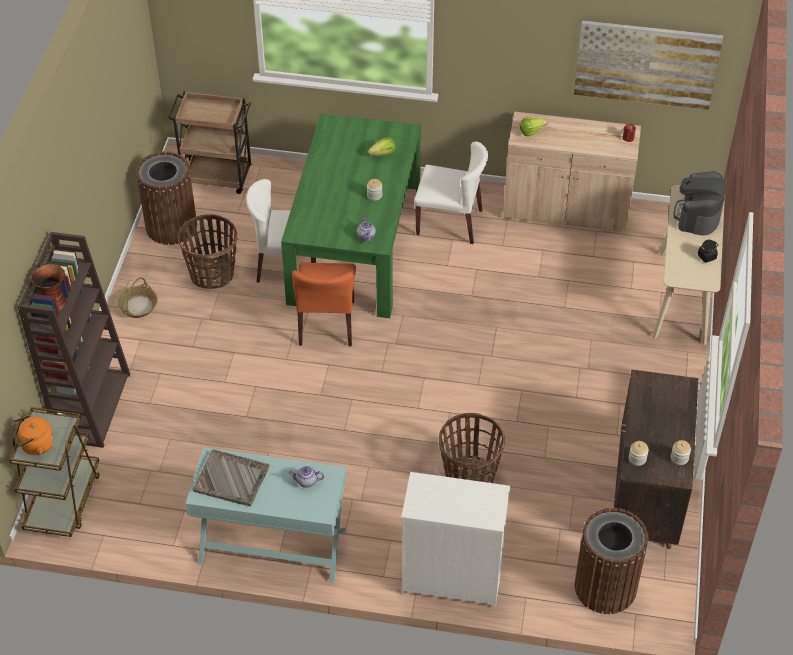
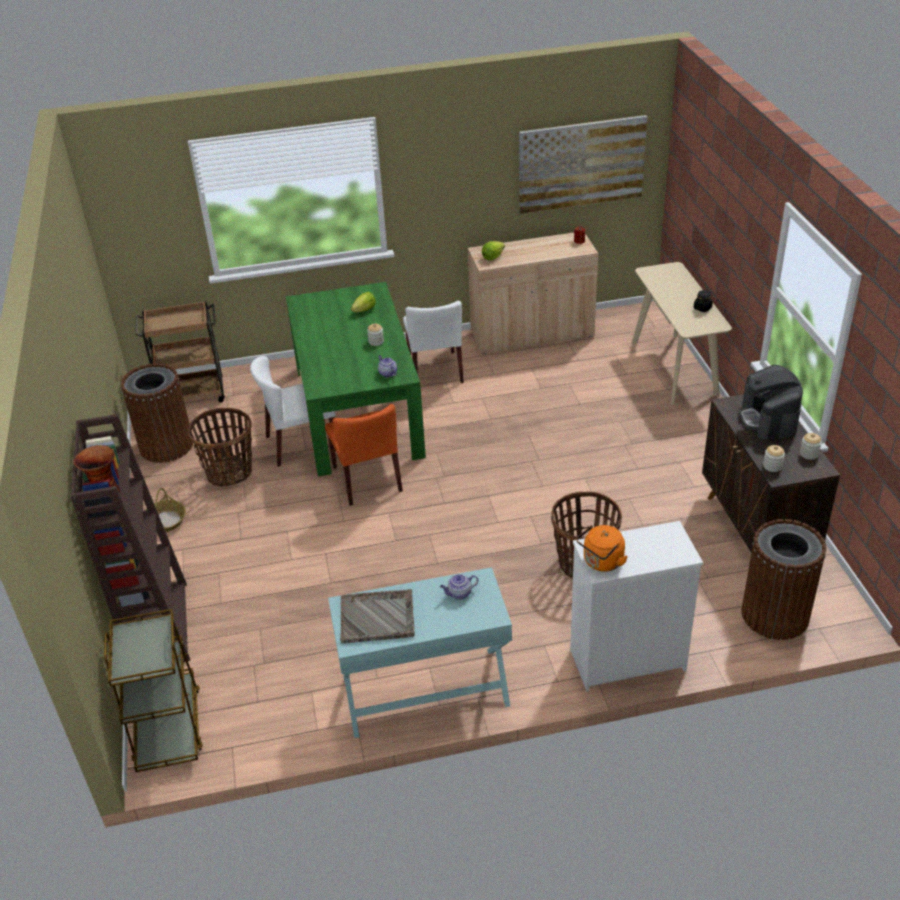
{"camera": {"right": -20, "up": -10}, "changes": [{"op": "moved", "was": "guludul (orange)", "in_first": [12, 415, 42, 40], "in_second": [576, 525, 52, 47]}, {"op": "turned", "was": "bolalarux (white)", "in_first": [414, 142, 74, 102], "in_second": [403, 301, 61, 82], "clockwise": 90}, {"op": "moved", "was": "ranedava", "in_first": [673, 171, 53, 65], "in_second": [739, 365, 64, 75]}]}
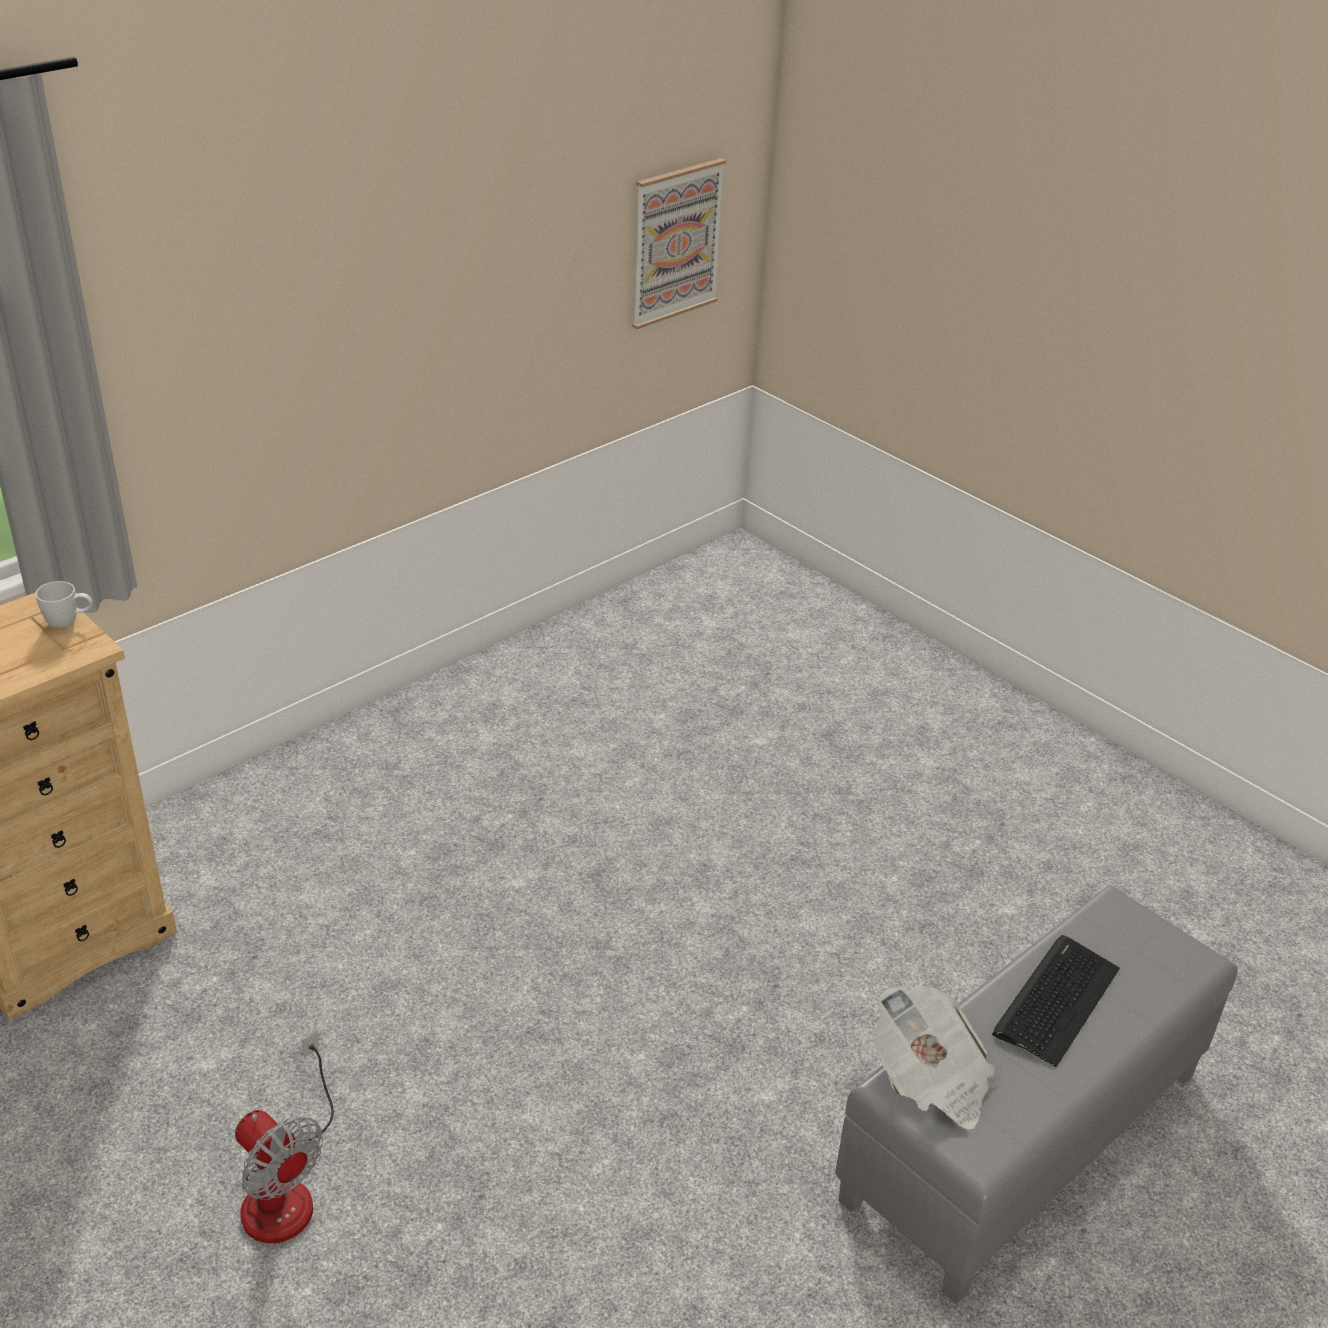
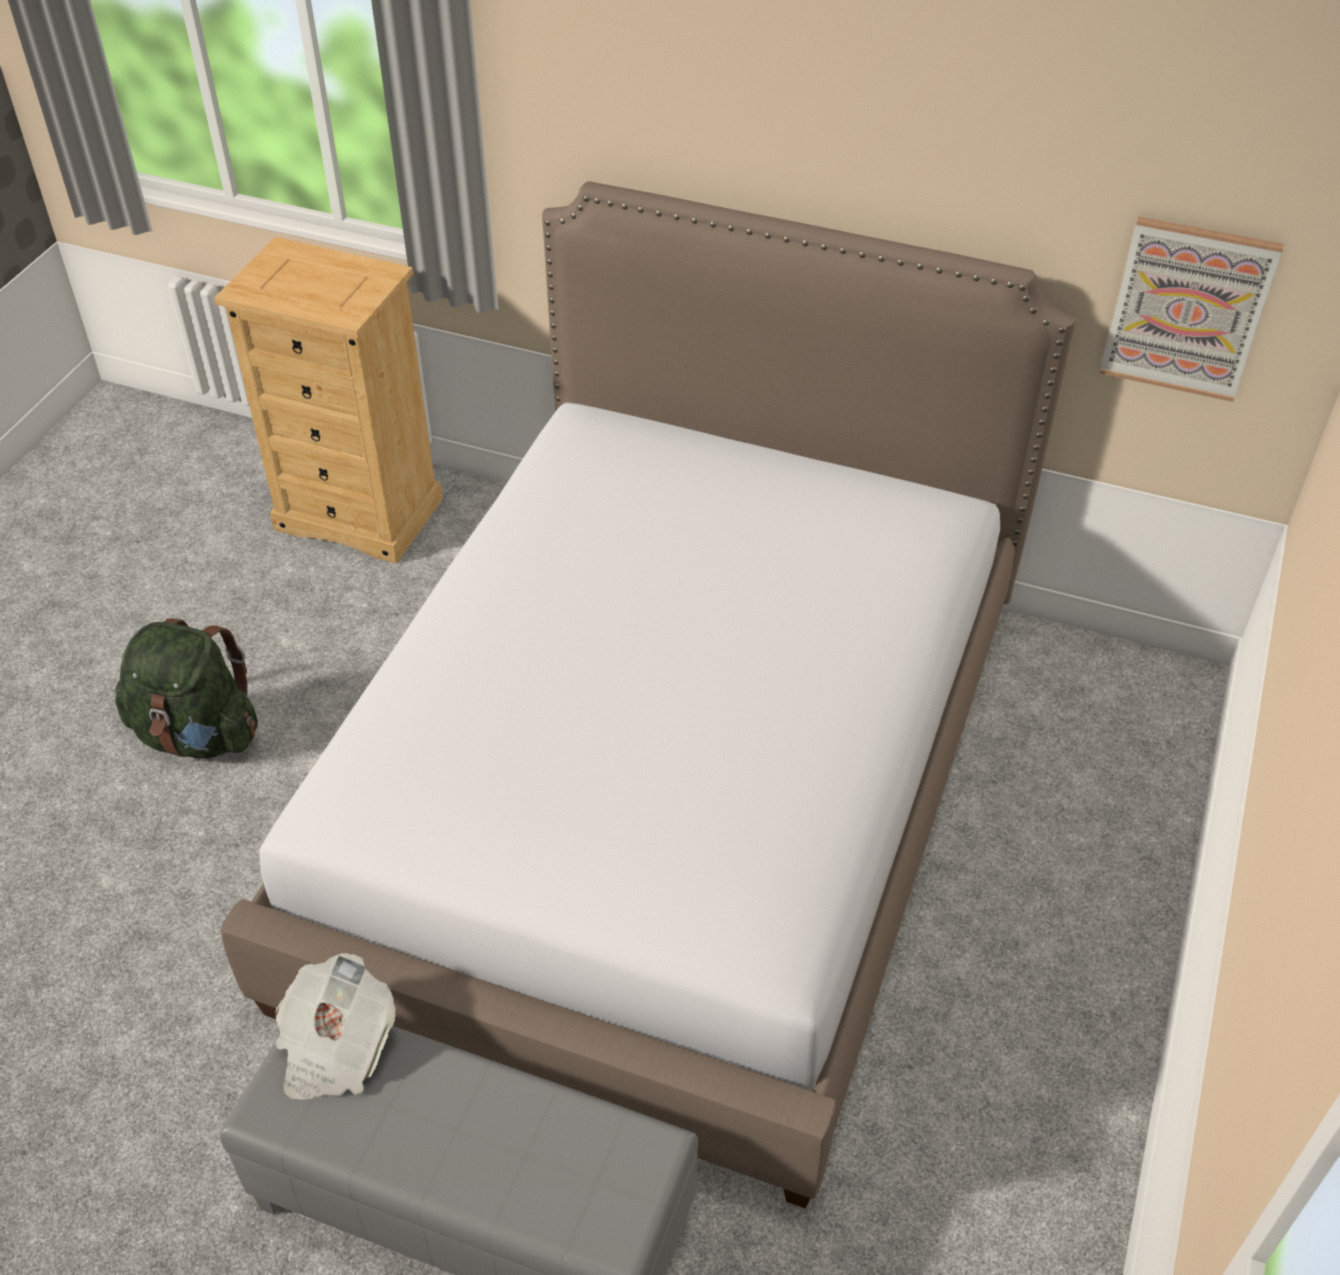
{"camera": {"right": 65, "up": 10}, "changes": [{"op": "removed", "was": "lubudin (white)", "in_first": [35, 581, 57, 47]}, {"op": "replaced", "was": "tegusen", "now": "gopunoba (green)", "in_first": [235, 1031, 99, 212], "in_second": [115, 618, 143, 141]}, {"op": "removed", "was": "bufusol", "in_first": [992, 935, 128, 132]}, {"op": "added", "now": "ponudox", "in_second": [221, 181, 855, 1028]}]}
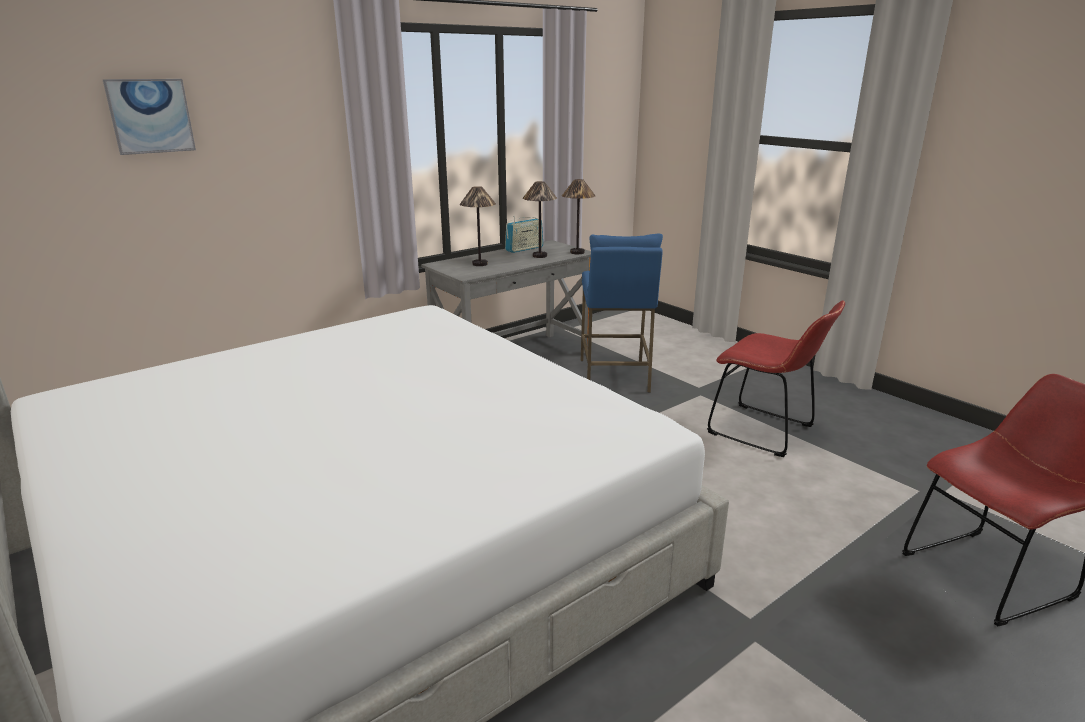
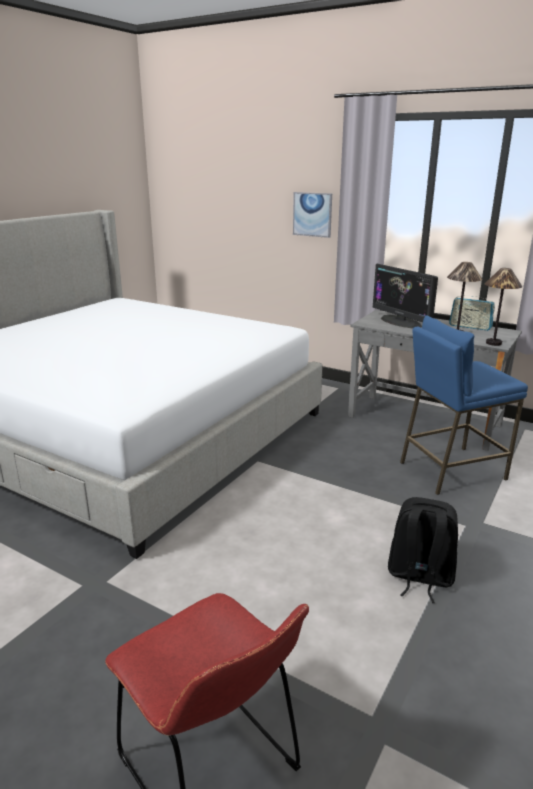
{"camera": {"right": 70, "up": 0}, "changes": [{"op": "moved", "was": "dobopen", "in_first": [103, 79, 93, 76], "in_second": [293, 192, 39, 46]}, {"op": "replaced", "was": "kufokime", "now": "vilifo", "in_first": [460, 186, 36, 80], "in_second": [373, 264, 65, 65]}, {"op": "replaced", "was": "bolalarux (red)", "now": "gopunoba (black)", "in_first": [707, 301, 138, 156], "in_second": [388, 497, 70, 106]}]}
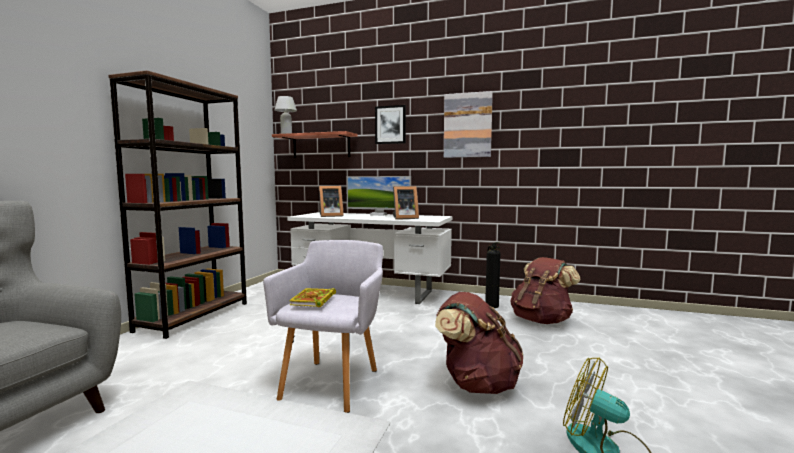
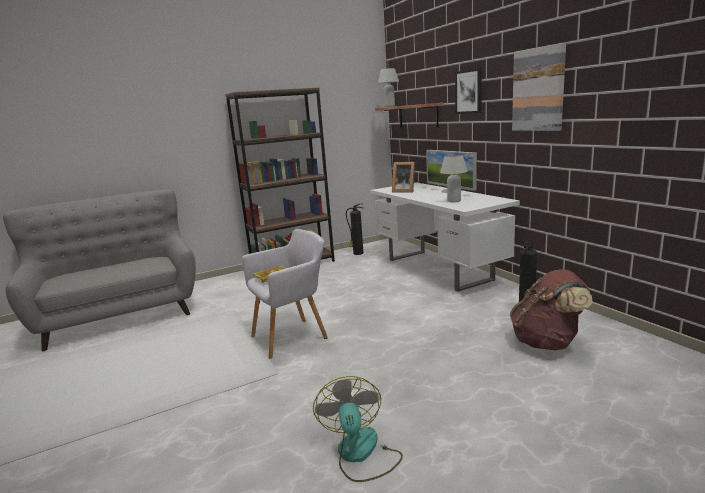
{"camera": {"right": 45, "up": 10}, "changes": [{"op": "replaced", "was": "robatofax", "now": "kufokime (white)", "in_first": [392, 186, 27, 33], "in_second": [440, 155, 28, 47]}, {"op": "removed", "was": "gopunoba (brown)", "in_first": [435, 292, 88, 102]}, {"op": "added", "now": "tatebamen", "in_second": [346, 203, 17, 52]}]}
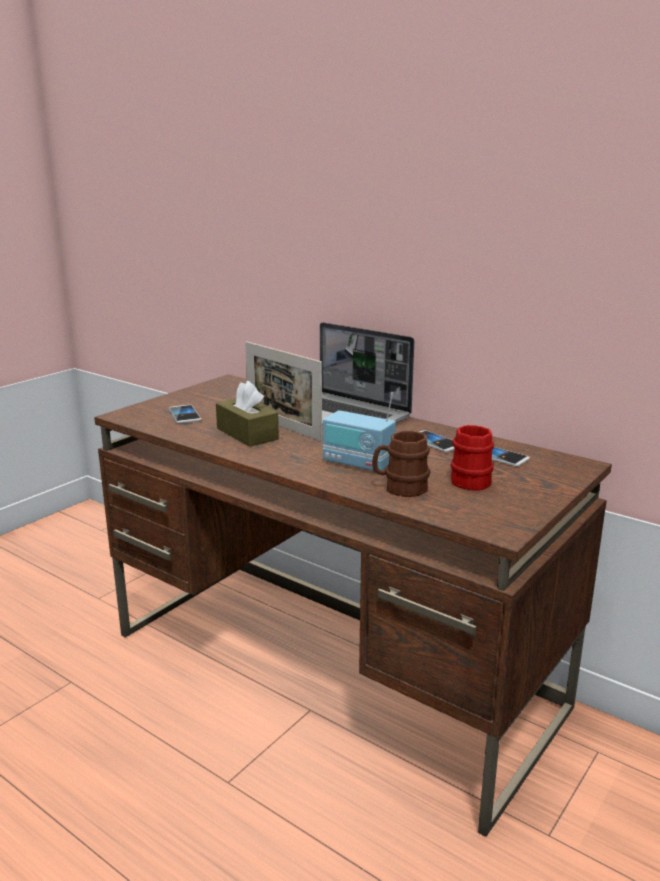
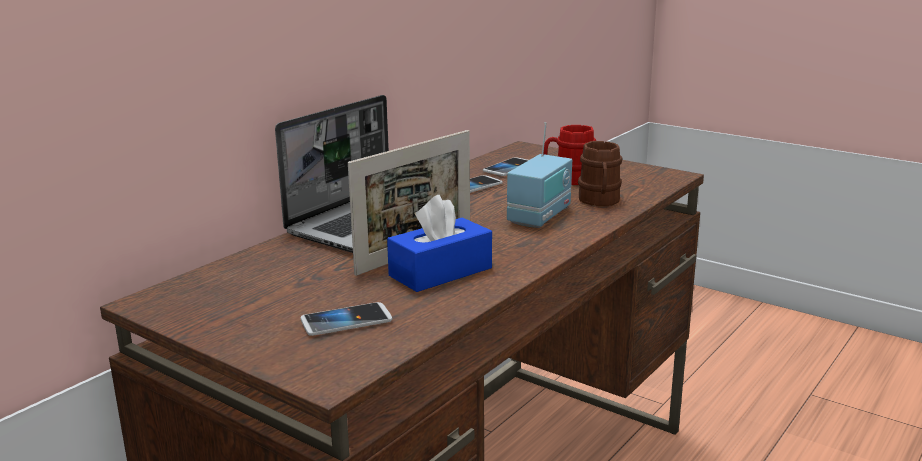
{"camera": {"right": -90, "up": 0}, "changes": [{"op": "recoloured", "was": "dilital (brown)", "now": "dilital (blue)", "in_first": [216, 381, 63, 66], "in_second": [387, 195, 105, 97]}]}
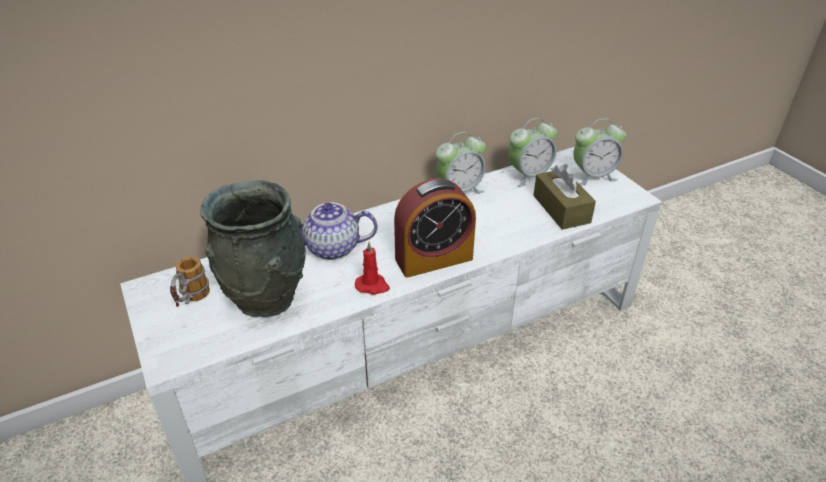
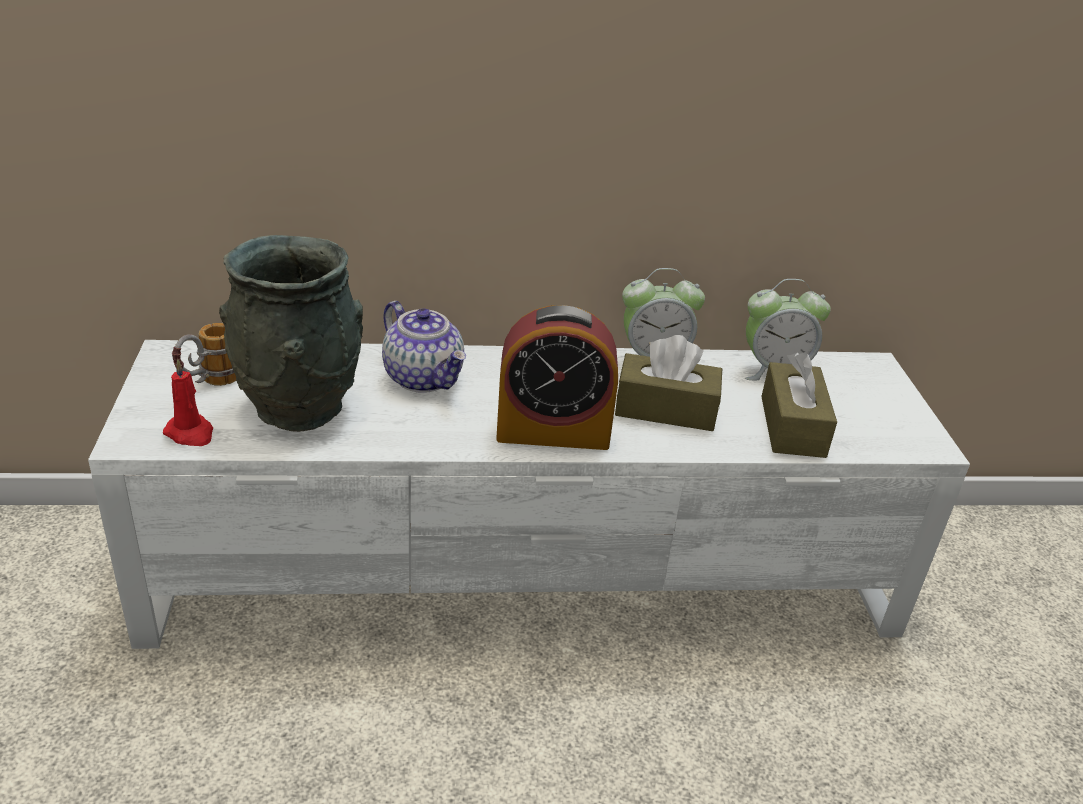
{"camera": {"right": 20, "up": -5}, "changes": [{"op": "turned", "was": "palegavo", "in_first": [300, 203, 77, 57], "in_second": [382, 301, 84, 92], "clockwise": -150}, {"op": "moved", "was": "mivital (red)", "in_first": [355, 242, 35, 53], "in_second": [163, 359, 50, 87]}, {"op": "removed", "was": "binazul", "in_first": [573, 119, 53, 66]}, {"op": "added", "now": "dilital (brown)", "in_second": [615, 335, 107, 96]}]}
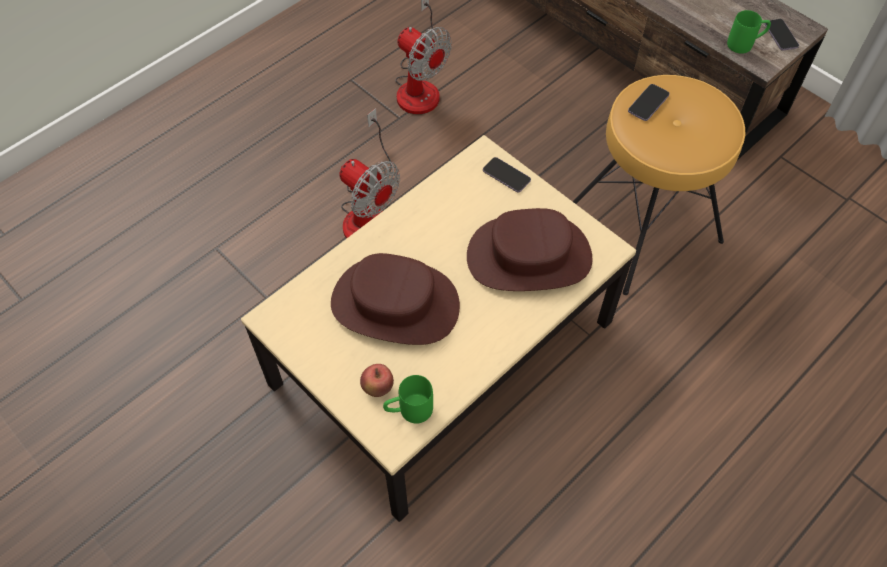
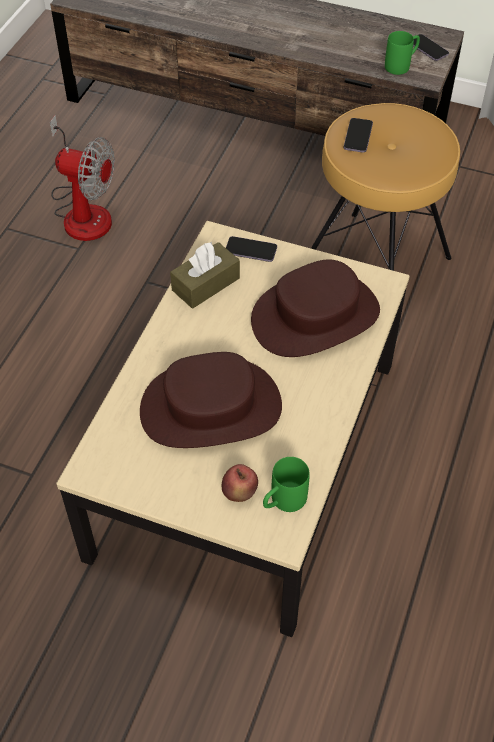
{"camera": {"right": -25, "up": -5}, "changes": [{"op": "removed", "was": "tegusen", "in_first": [340, 108, 60, 131]}, {"op": "added", "now": "dilital (brown)", "in_second": [170, 242, 70, 67]}]}
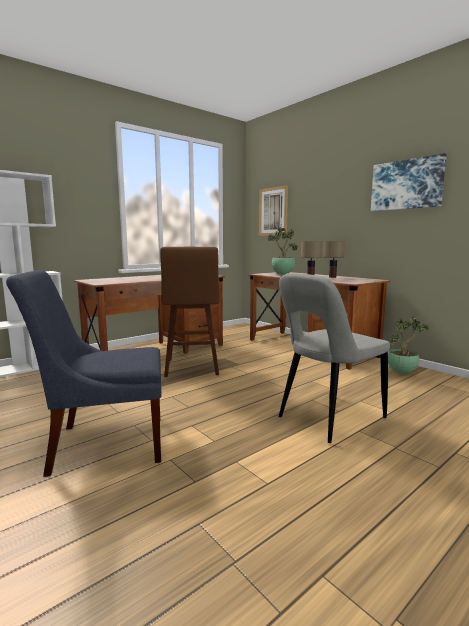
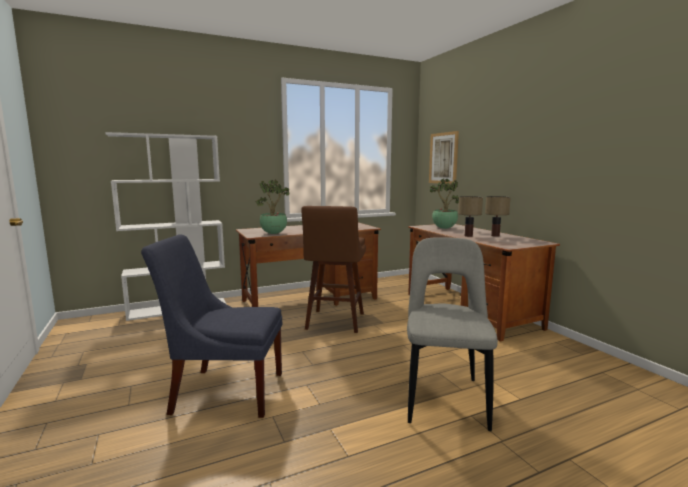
{"camera": {"right": 15, "up": 0}, "changes": [{"op": "turned", "was": "bolalarux (grey)", "in_first": [279, 273, 111, 170], "in_second": [407, 237, 91, 194], "clockwise": 120}, {"op": "removed", "was": "dobopen", "in_first": [371, 153, 76, 58]}, {"op": "moved", "was": "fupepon", "in_first": [388, 317, 41, 57], "in_second": [255, 180, 34, 54]}]}
